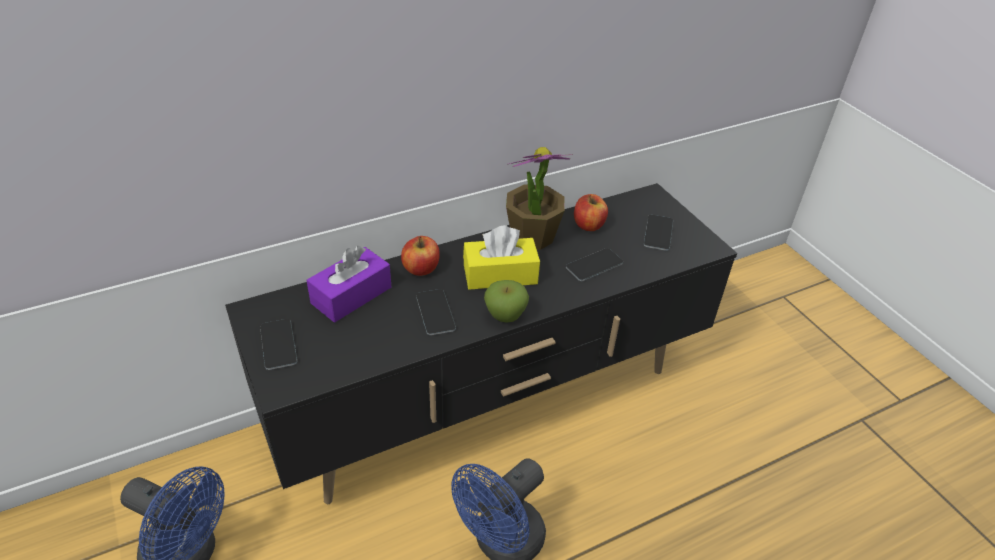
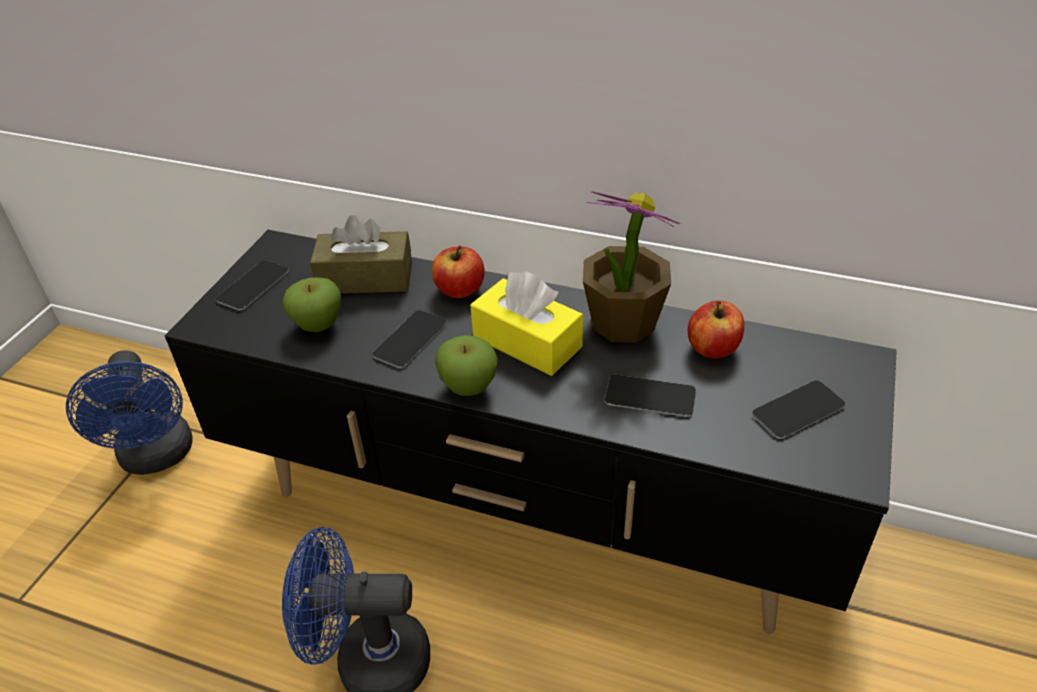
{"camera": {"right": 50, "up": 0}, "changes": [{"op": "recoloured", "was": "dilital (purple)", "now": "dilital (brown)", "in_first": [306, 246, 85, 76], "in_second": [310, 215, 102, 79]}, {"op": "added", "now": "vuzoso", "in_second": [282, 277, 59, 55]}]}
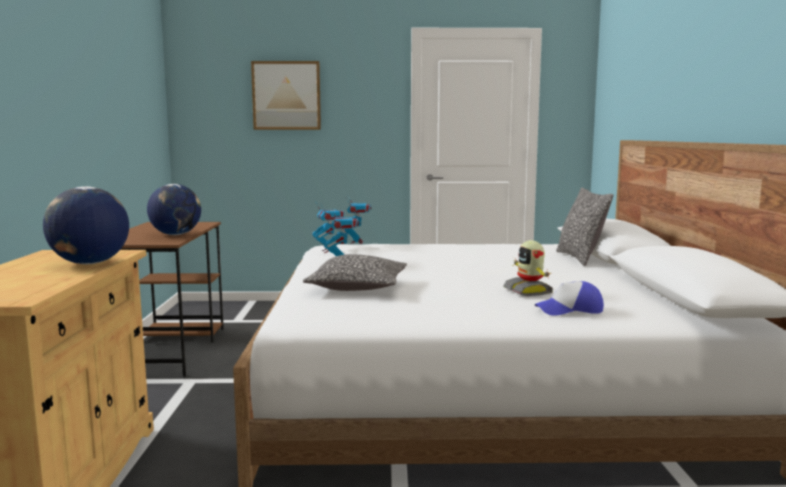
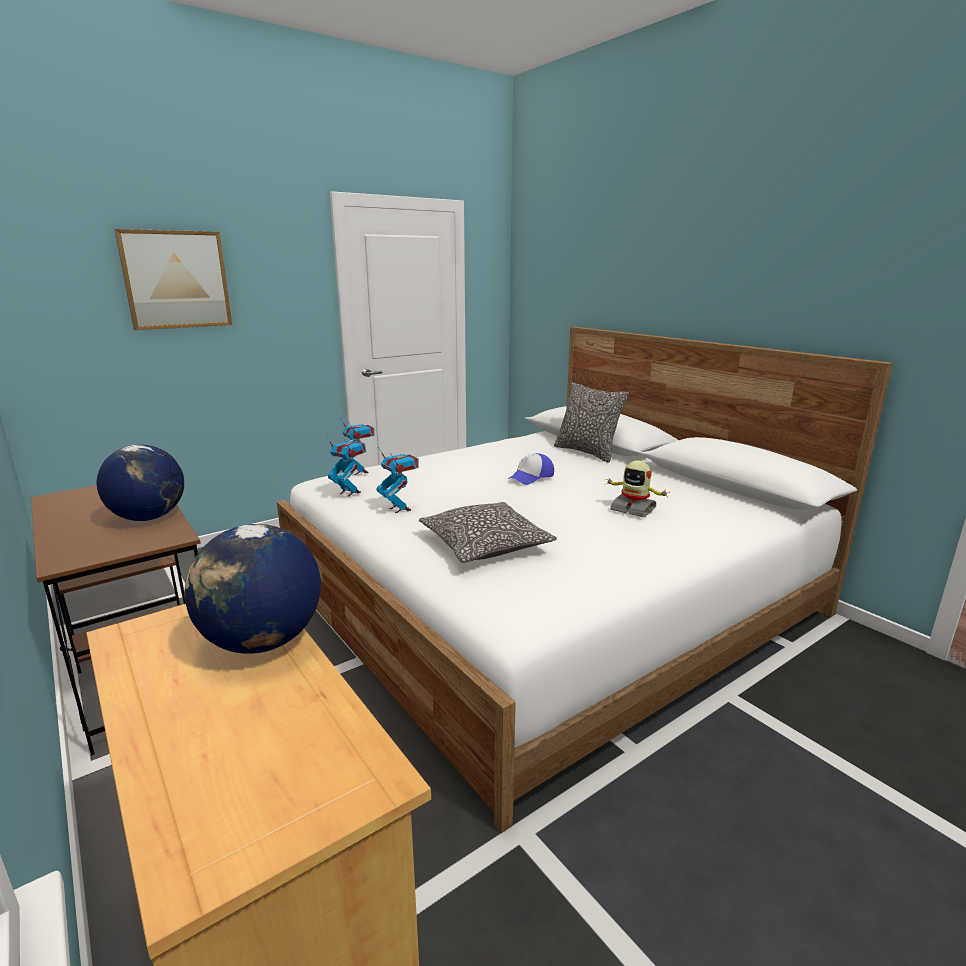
{"camera": {"right": -35, "up": 10}, "changes": [{"op": "moved", "was": "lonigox", "in_first": [535, 281, 69, 35], "in_second": [508, 453, 46, 32]}]}
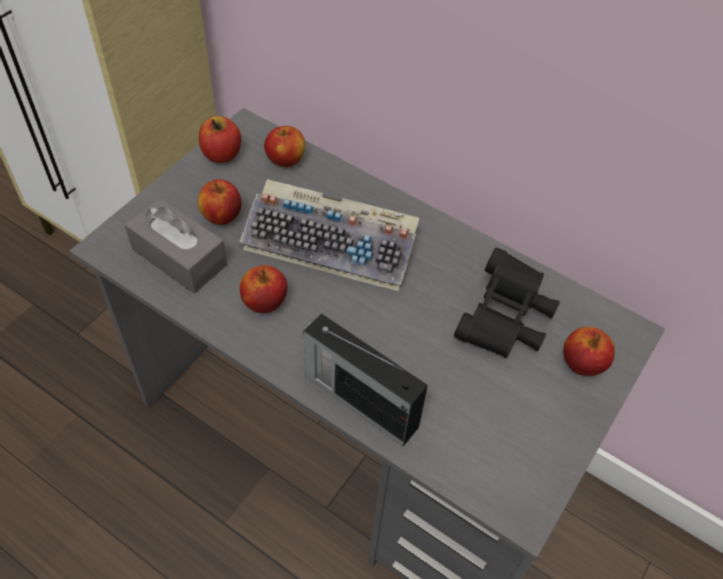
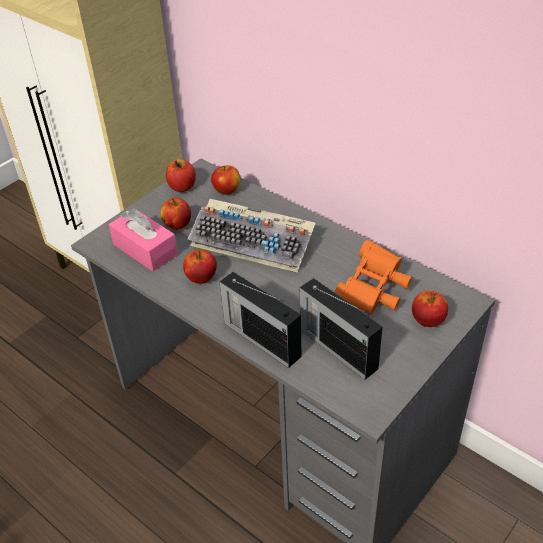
{"camera": {"right": 10, "up": -10}, "changes": [{"op": "recoloured", "was": "dilital (grey)", "now": "dilital (pink)", "in_first": [125, 198, 102, 95], "in_second": [109, 209, 69, 63]}, {"op": "recoloured", "was": "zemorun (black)", "now": "zemorun (orange)", "in_first": [454, 248, 106, 110], "in_second": [334, 240, 78, 75]}, {"op": "added", "now": "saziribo", "in_second": [300, 278, 82, 102]}]}
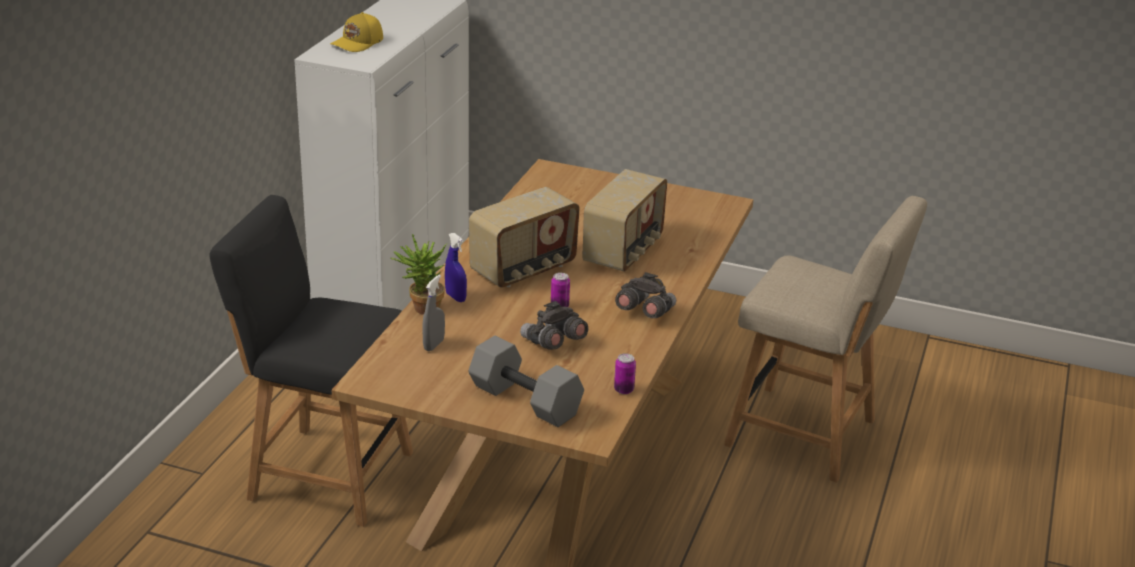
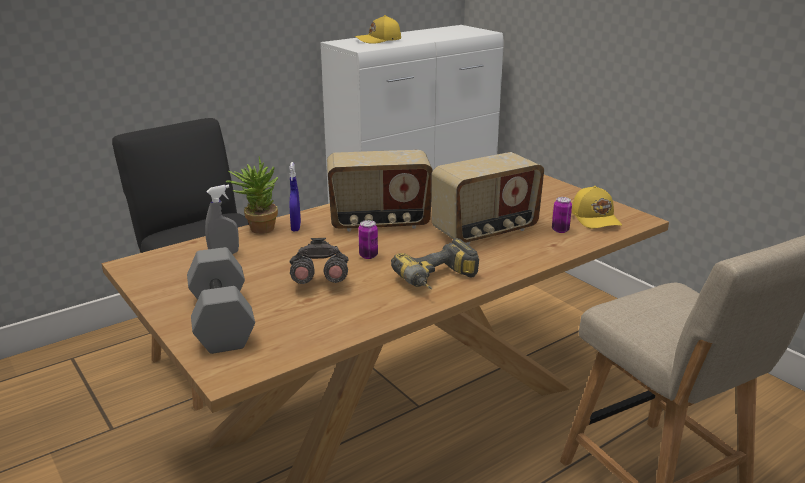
{"camera": {"right": 35, "up": -5}, "changes": [{"op": "moved", "was": "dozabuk", "in_first": [614, 353, 22, 41], "in_second": [552, 197, 20, 36]}, {"op": "replaced", "was": "zemorun (grey)", "now": "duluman", "in_first": [615, 272, 61, 46], "in_second": [391, 238, 88, 51]}, {"op": "added", "now": "lonigox (yellow)", "in_second": [571, 186, 51, 43]}]}
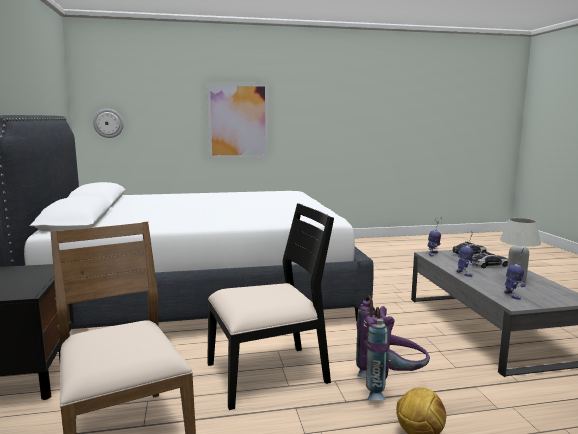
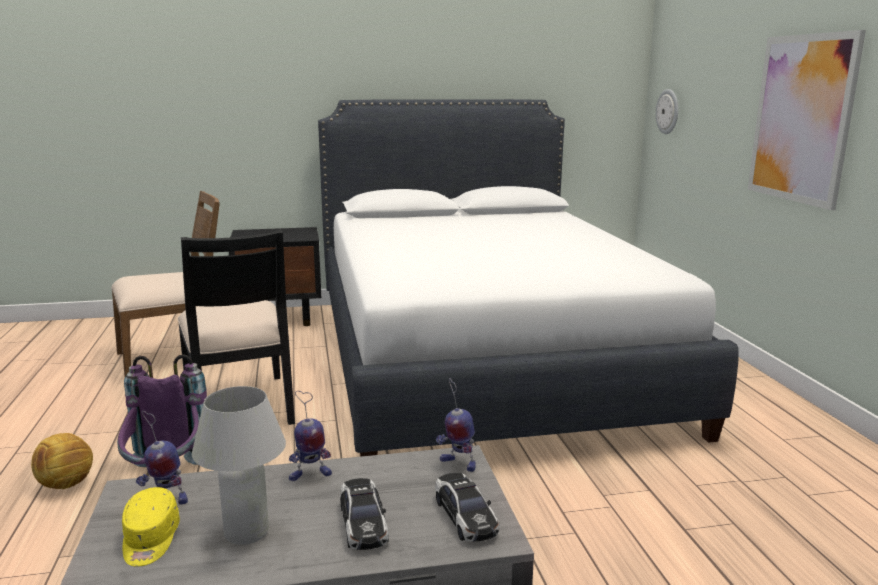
{"camera": {"right": 90, "up": 5}, "changes": [{"op": "added", "now": "lonigox (yellow)", "in_second": [122, 487, 58, 80]}]}
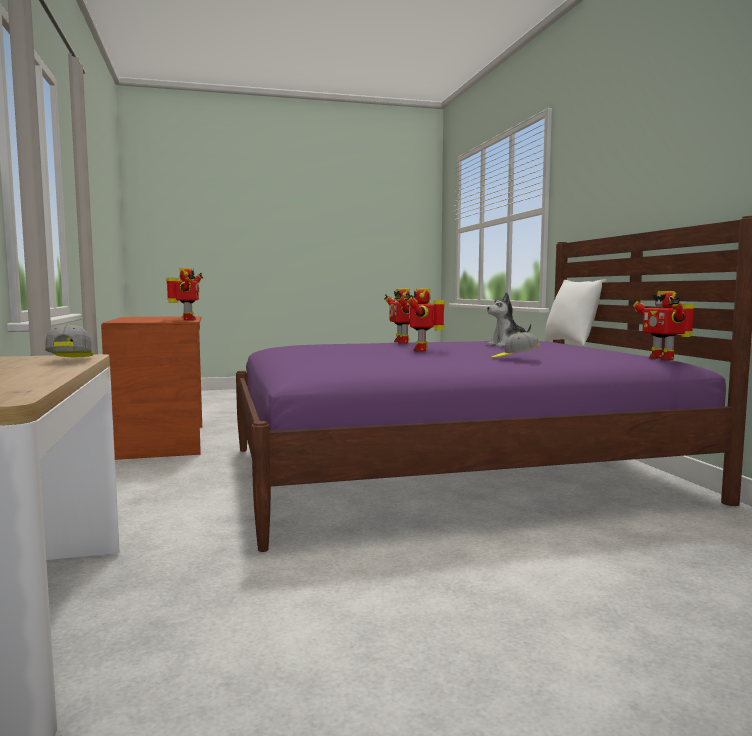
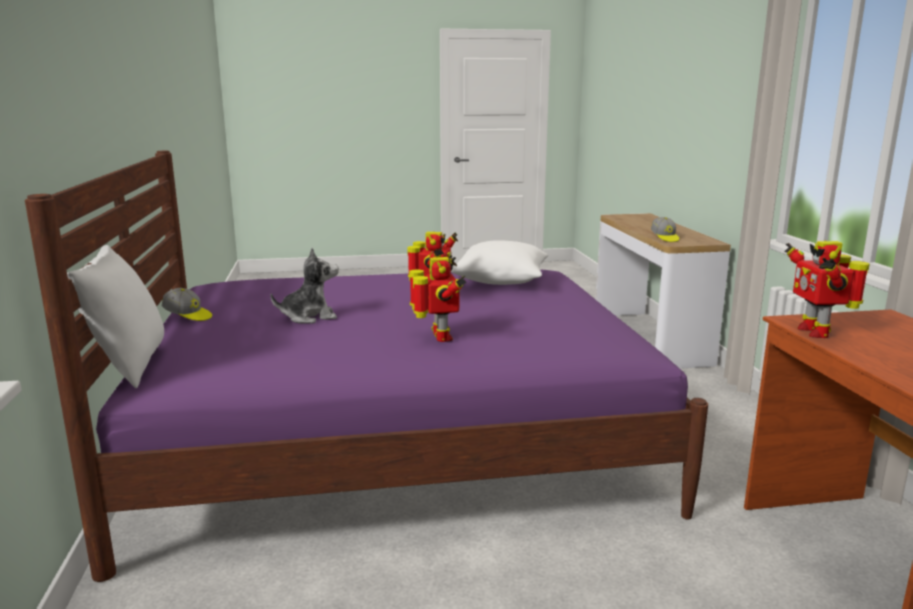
{"camera": {"right": -175, "up": 10}, "changes": [{"op": "moved", "was": "lonigox", "in_first": [491, 332, 49, 26], "in_second": [162, 288, 50, 33]}, {"op": "removed", "was": "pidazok", "in_first": [632, 291, 63, 69]}, {"op": "added", "now": "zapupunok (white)", "in_second": [451, 240, 97, 45]}]}
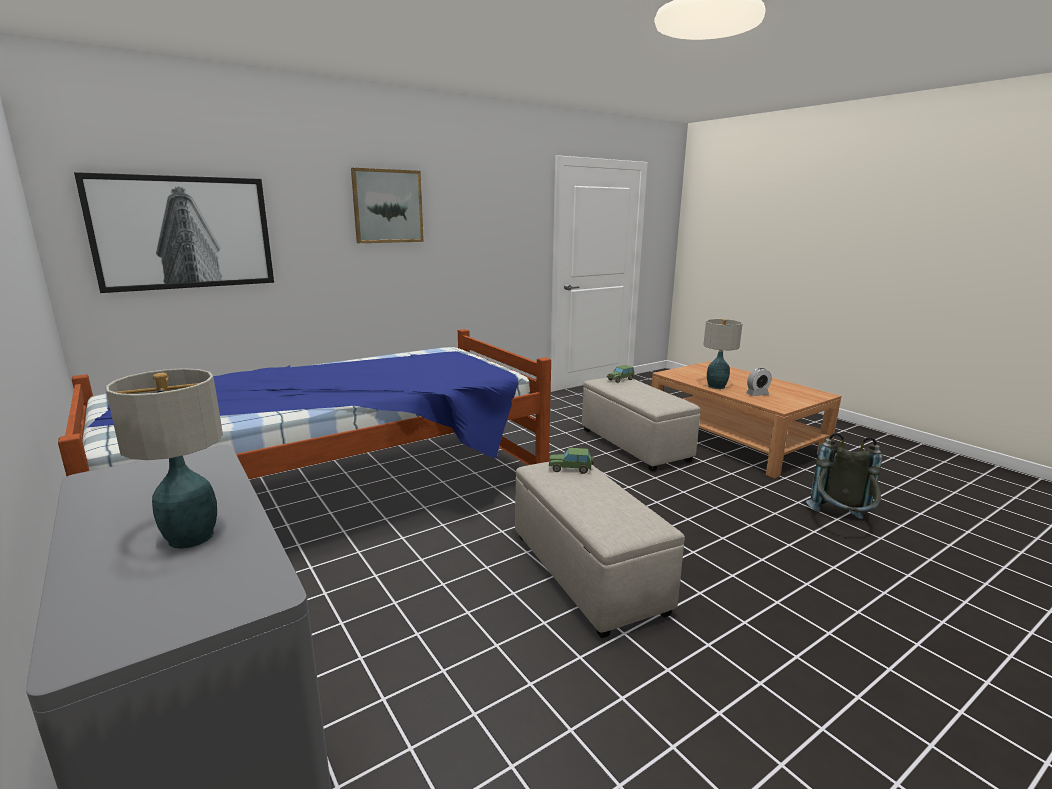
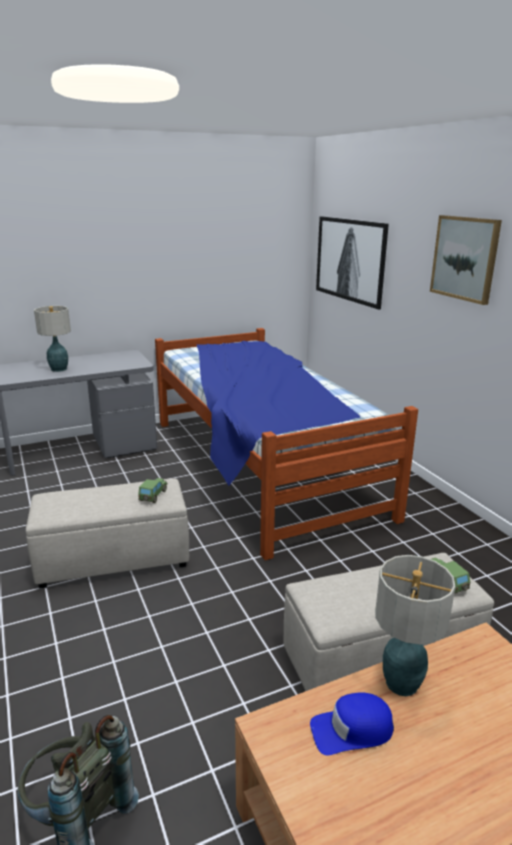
{"camera": {"right": 100, "up": 5}, "changes": [{"op": "replaced", "was": "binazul", "now": "lonigox (blue)", "in_first": [746, 368, 25, 28], "in_second": [310, 693, 84, 62]}]}
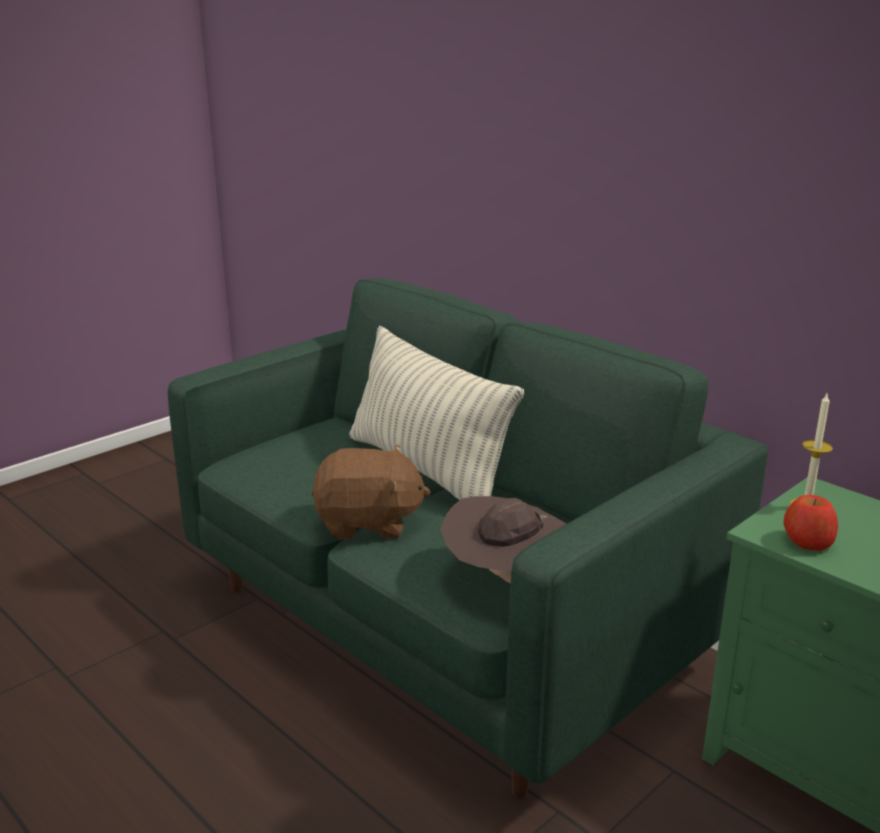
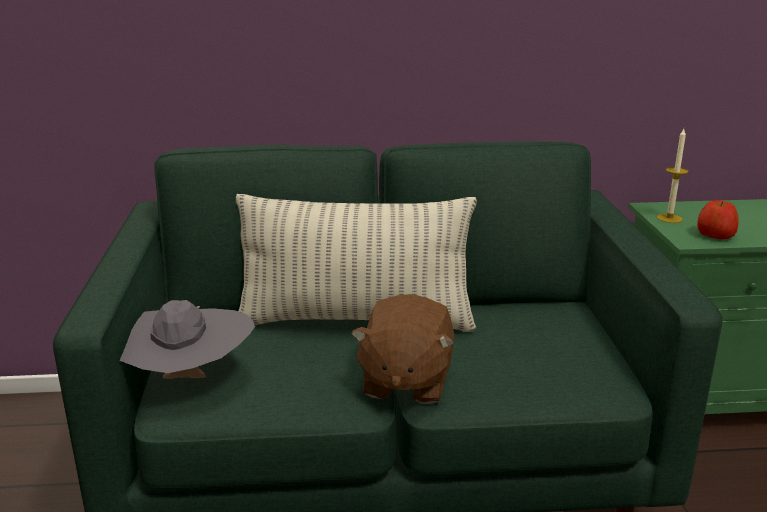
{"camera": {"right": -50, "up": 0}, "changes": [{"op": "turned", "was": "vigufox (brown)", "in_first": [311, 445, 119, 94], "in_second": [351, 294, 103, 110], "clockwise": 150}, {"op": "removed", "was": "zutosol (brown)", "in_first": [440, 496, 127, 87]}, {"op": "added", "now": "zutosol (grey)", "in_second": [119, 300, 136, 79]}]}
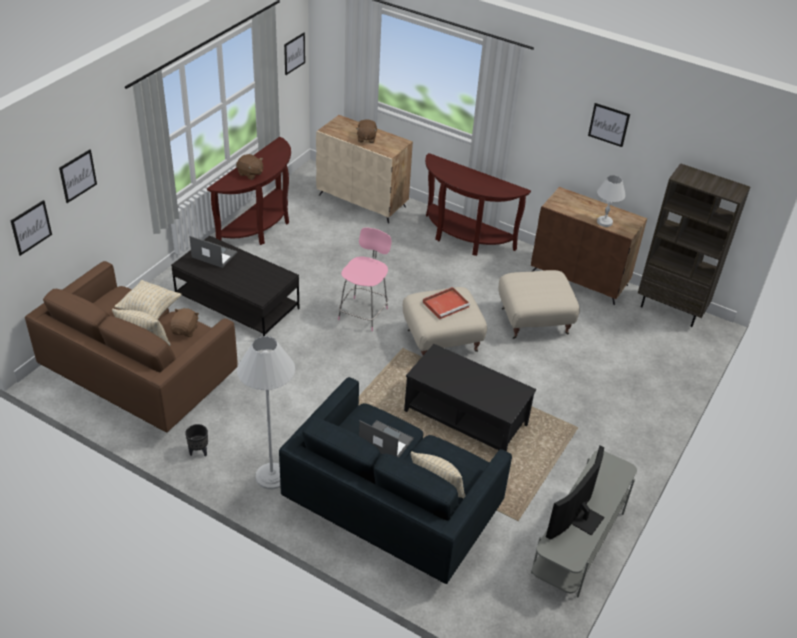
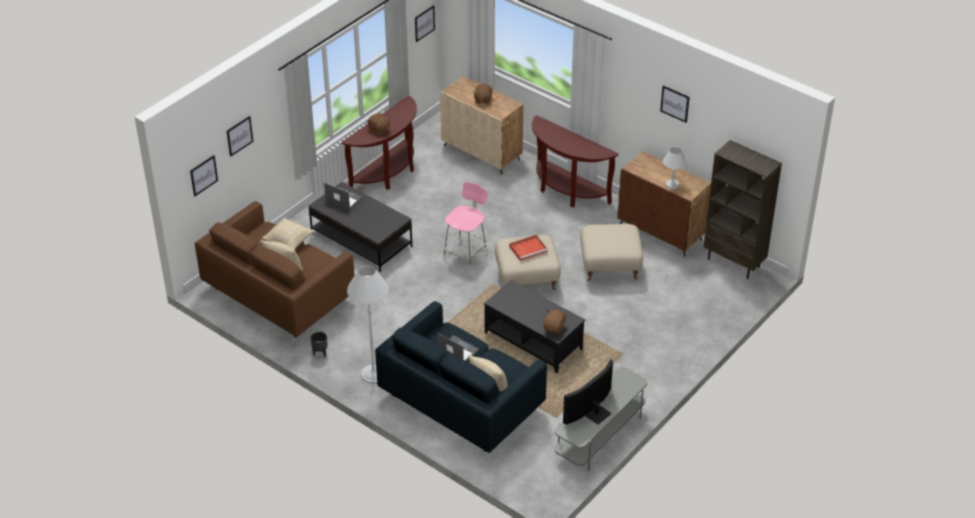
{"camera": {"right": 10, "up": 0}, "changes": [{"op": "moved", "was": "vigufox (brown)", "in_first": [170, 308, 29, 29], "in_second": [543, 310, 24, 24]}]}
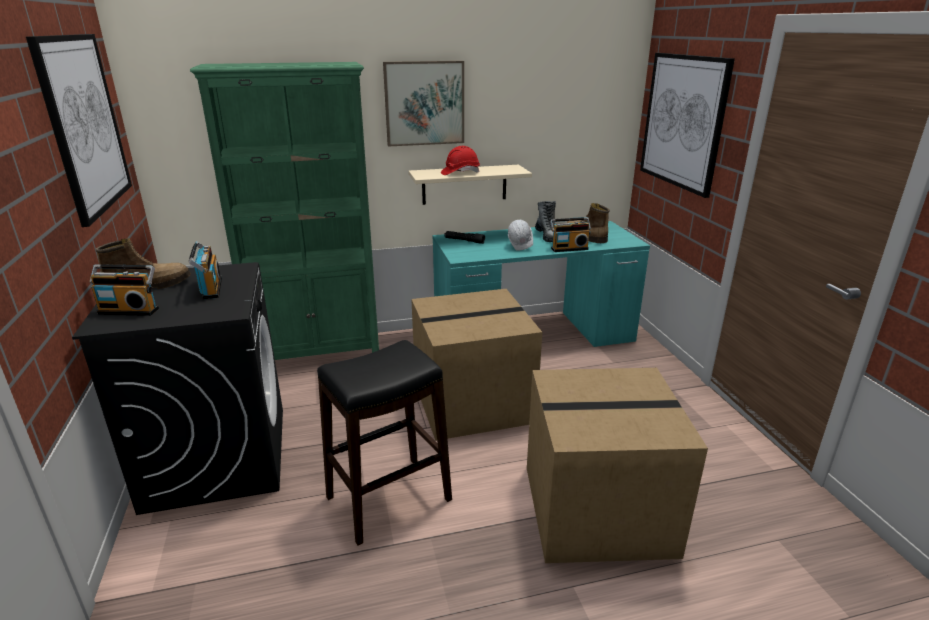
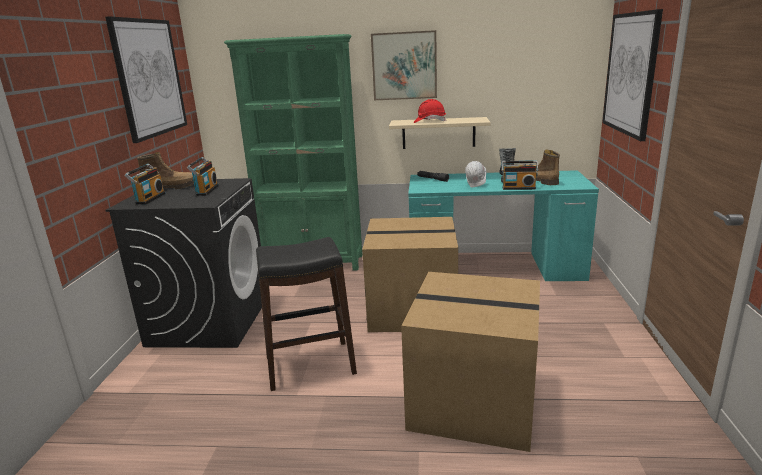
{"camera": {"right": 20, "up": -5}, "changes": [{"op": "turned", "was": "saziribo", "in_first": [89, 264, 70, 52], "in_second": [124, 164, 41, 41], "clockwise": -105}]}
